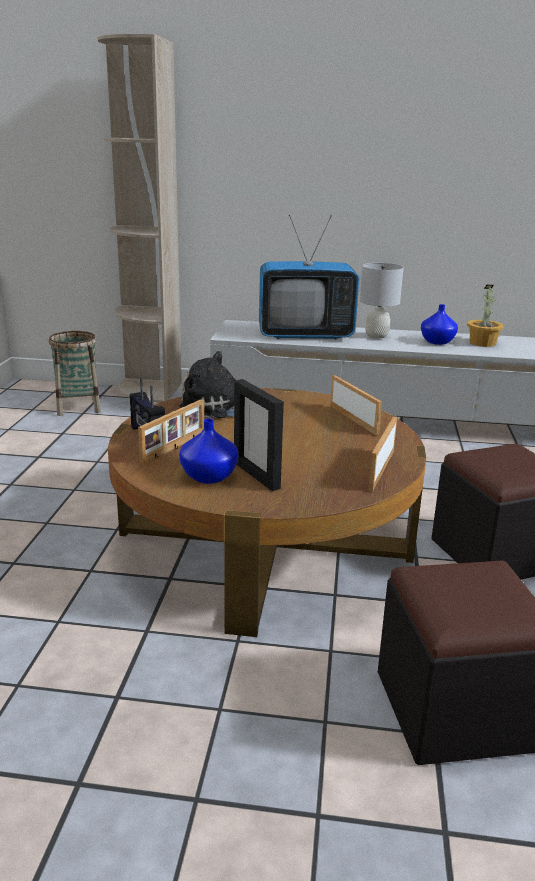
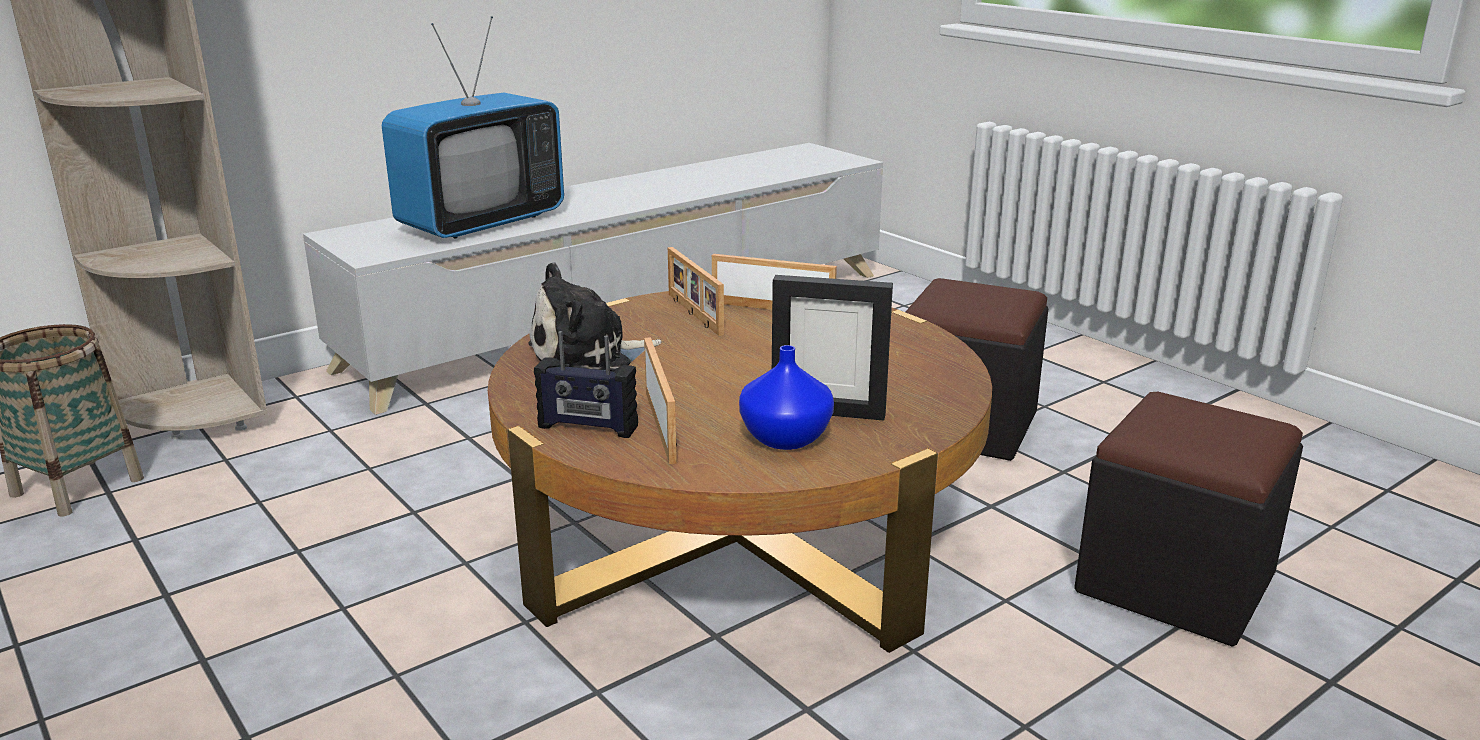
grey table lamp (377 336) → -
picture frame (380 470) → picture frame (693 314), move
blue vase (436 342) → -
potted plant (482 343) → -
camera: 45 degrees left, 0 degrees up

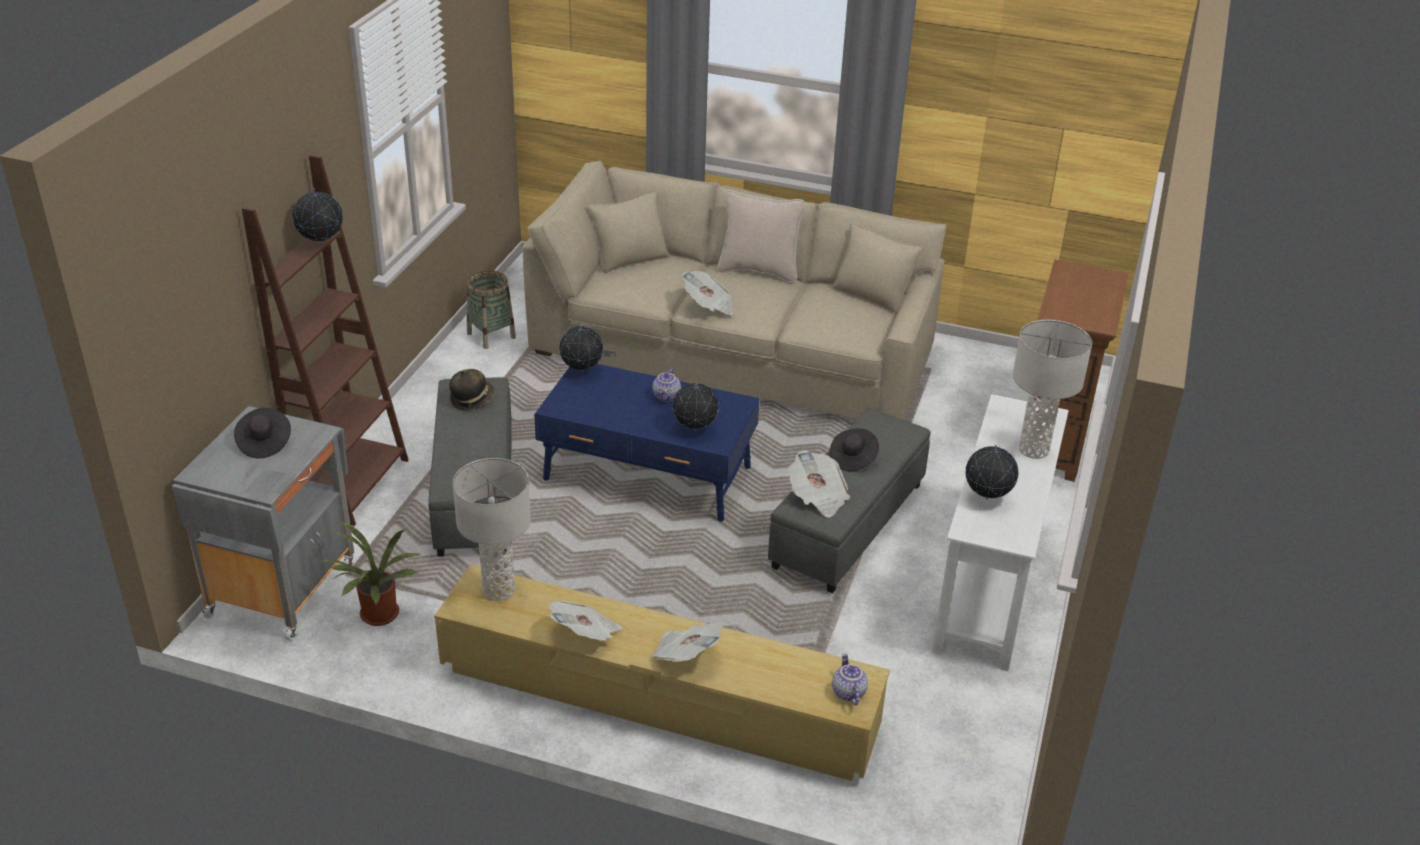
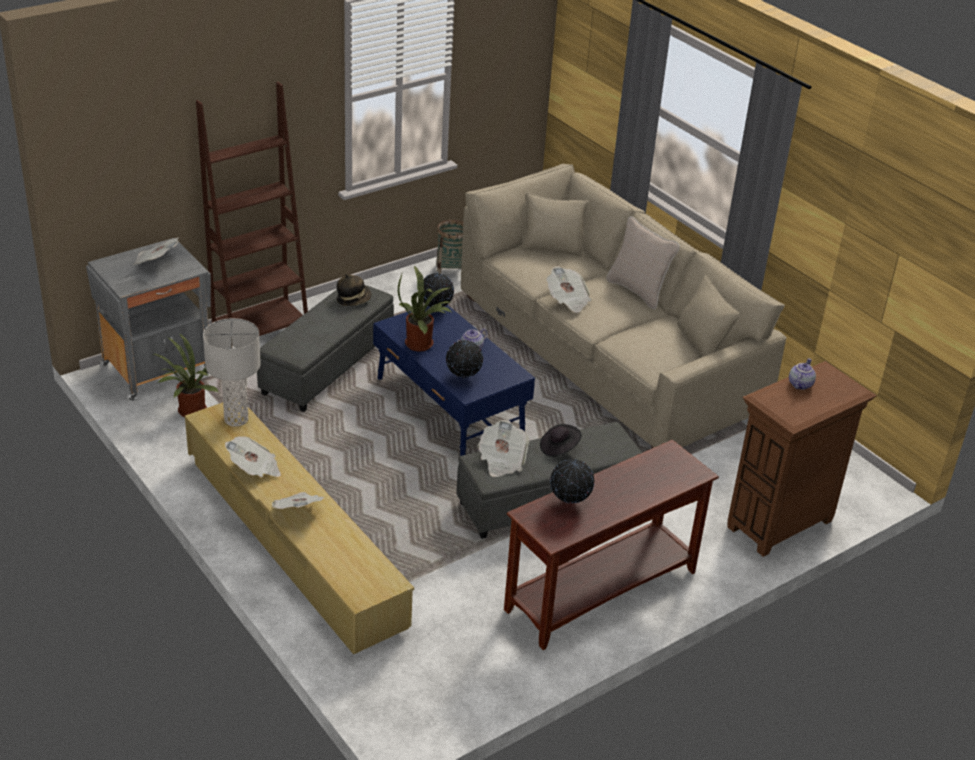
black hat (264 443) → newspaper (156 262)
globe (321 244) → -
teapot (847 692) → teapot (799 384), move
white console table (989 586) → brown console table (600 591)
white table lamp (1034 449) → -
- → potted plant (422 344)
camera: 35 degrees right, 0 degrees up

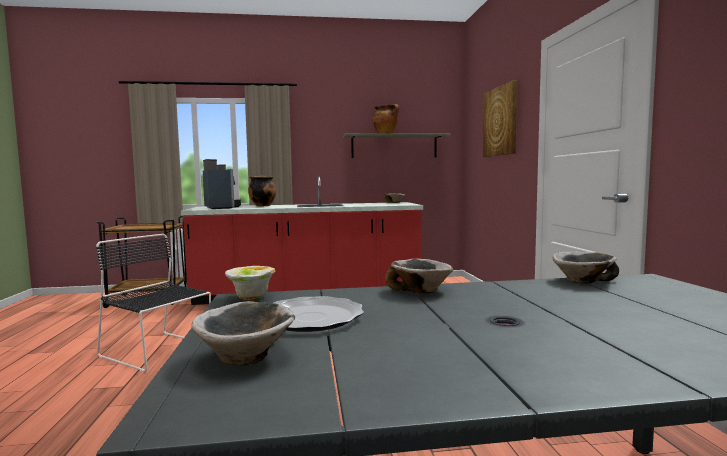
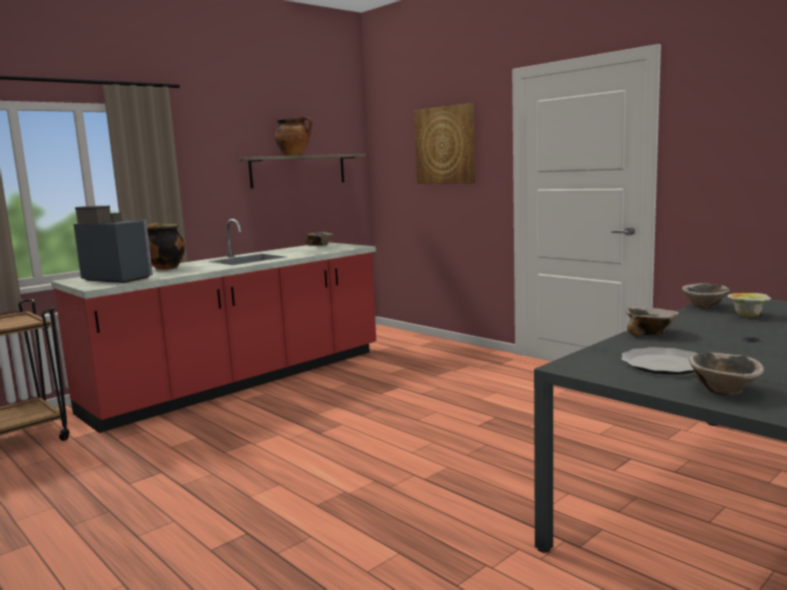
black chair (158 351) → -
bowl (250 298) → bowl (748 316), move
camera: 35 degrees left, 5 degrees up

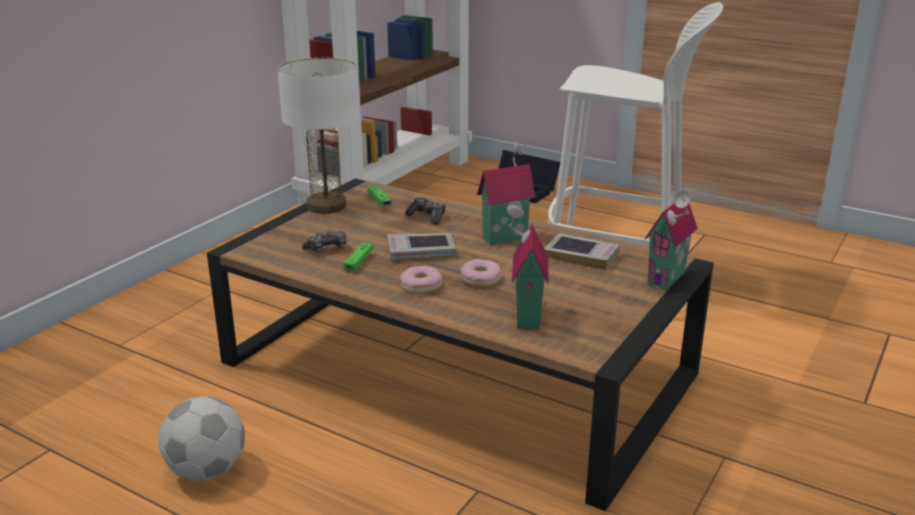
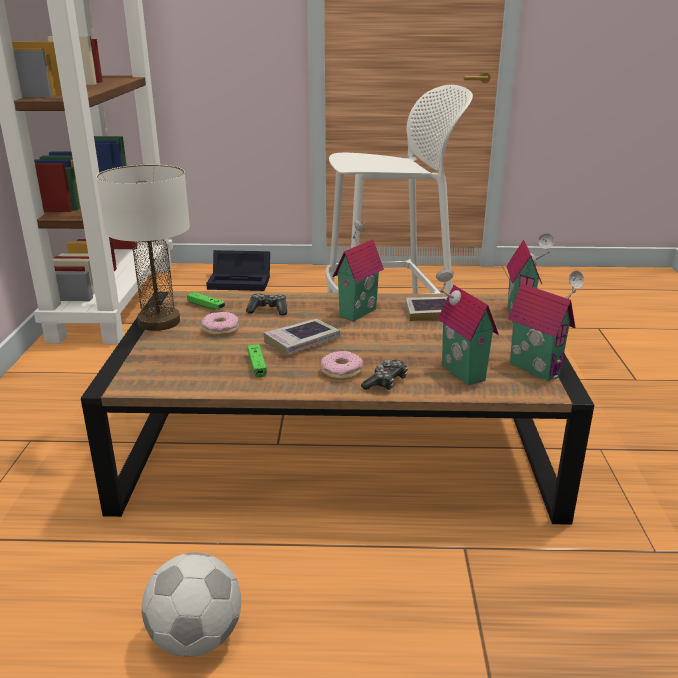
game controller (327 249) → game controller (386 383), move
donut (481 279) → donut (221 329), move
- → toy house (537 368)
camera: 30 degrees left, 0 degrees up

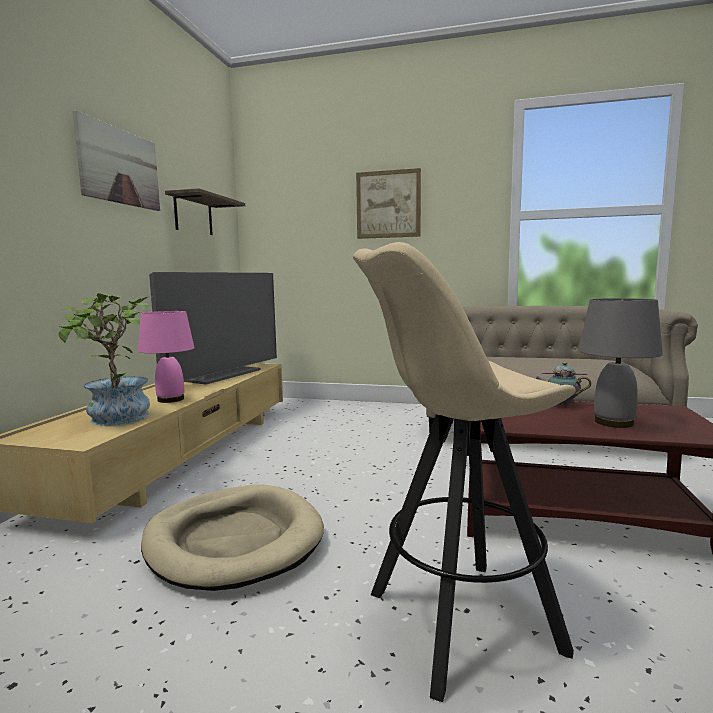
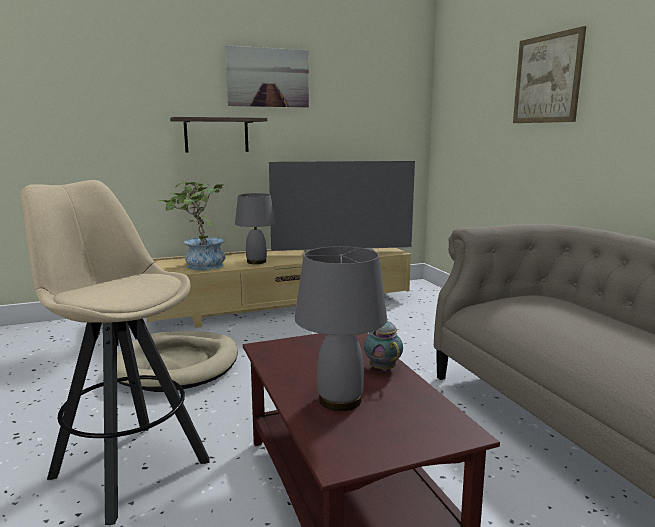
pink table lamp (171 399) → grey table lamp (257 262)
shelf (193 215) → shelf (216 135), move
camera: 55 degrees right, 5 degrees up

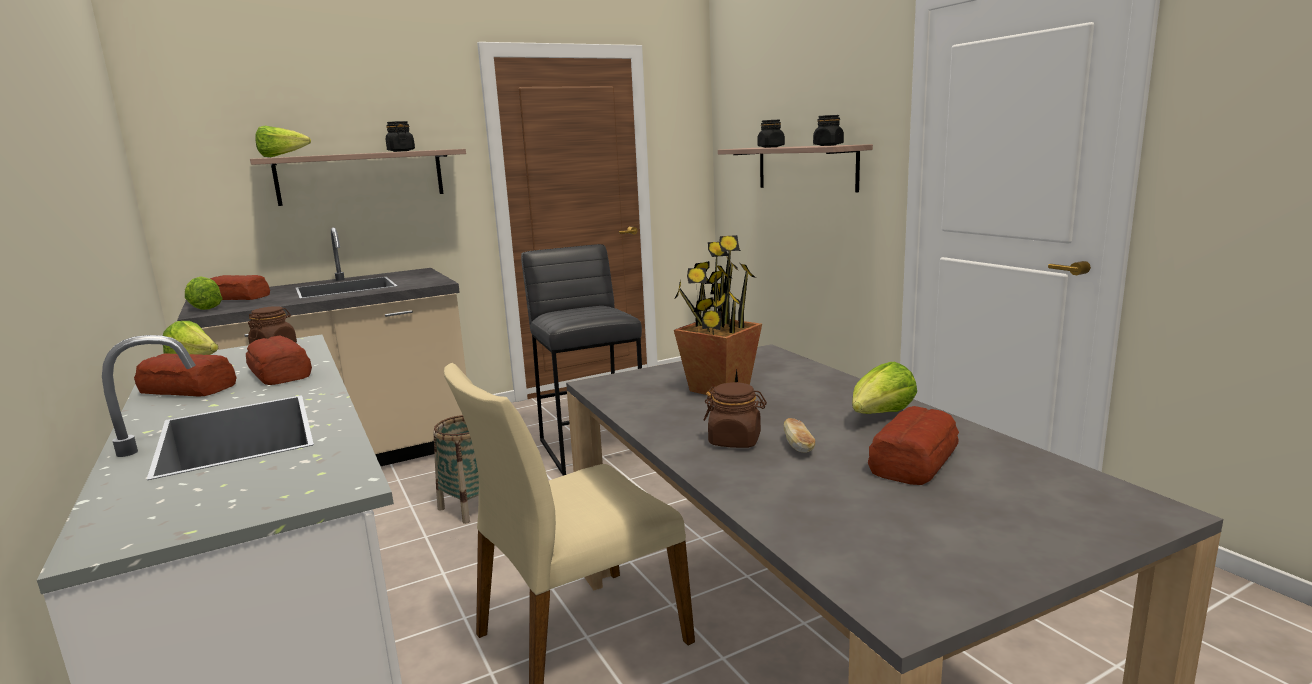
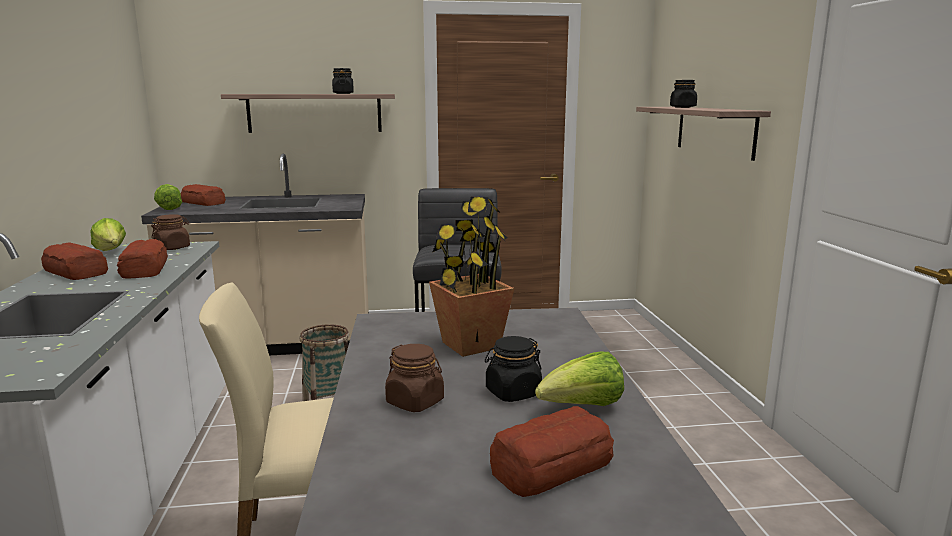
lettuce (281 156) → -
bread (799 446) → -
black jar (828 145) → black jar (513 392), move
camera: 20 degrees right, 0 degrees up

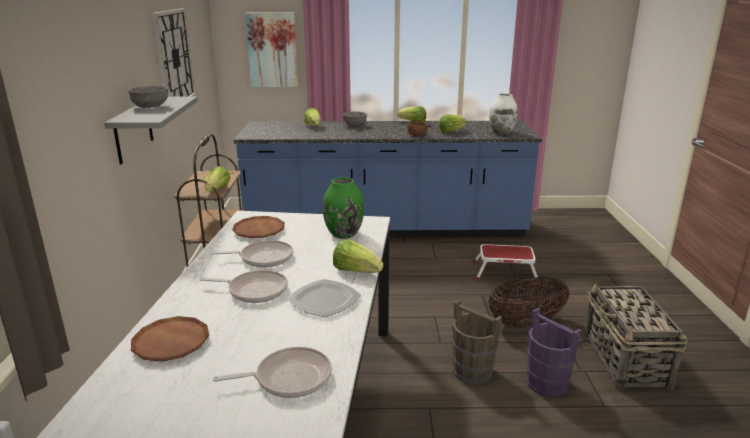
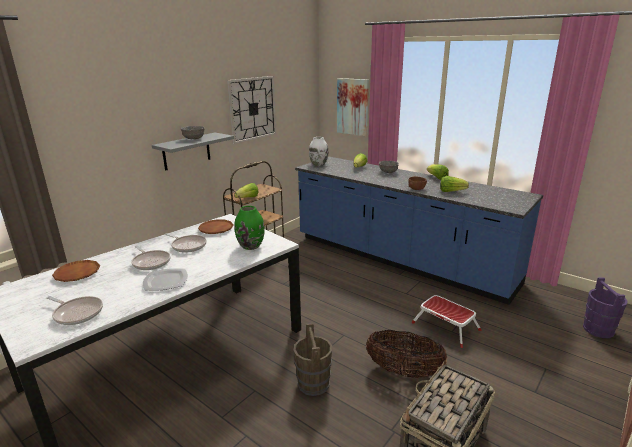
lettuce (356 271) → -
white vase (501 132) → white vase (318 164), move
purple bucket (546 383) → purple bucket (598 329), move
camera: 40 degrees right, 0 degrees up

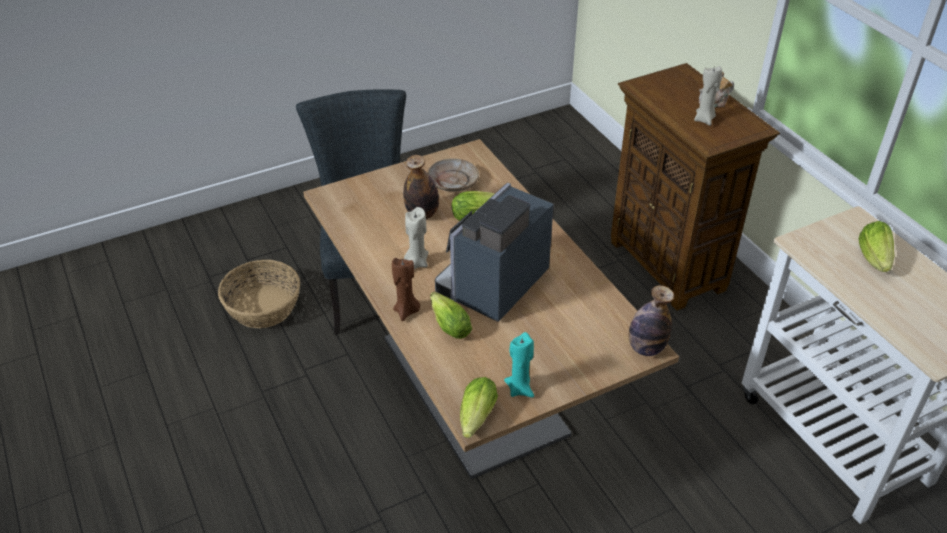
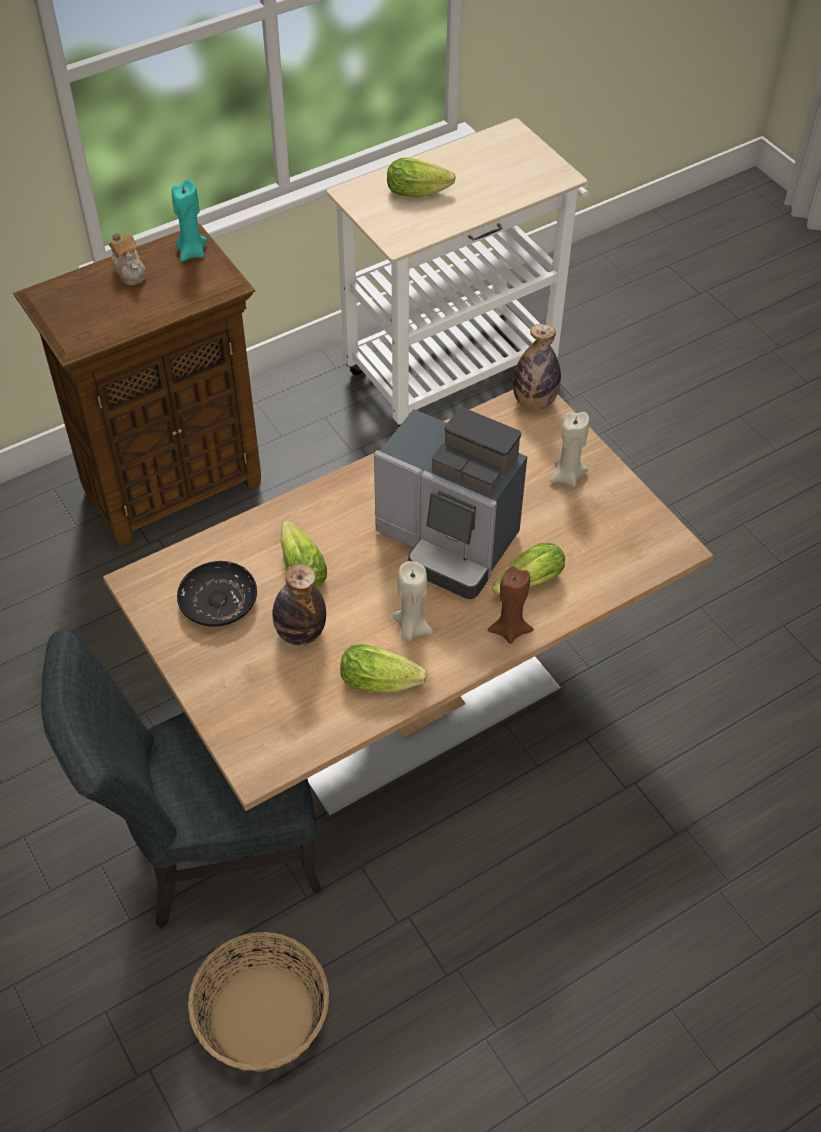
beige plate (453 181) → black plate (218 601)
lettuce (475 419) → lettuce (384 681), move
turquoise candle (520 388) → turquoise candle (192 252), move
beige candle (704 119) → beige candle (567 476), move
camera: 95 degrees left, 10 degrees up

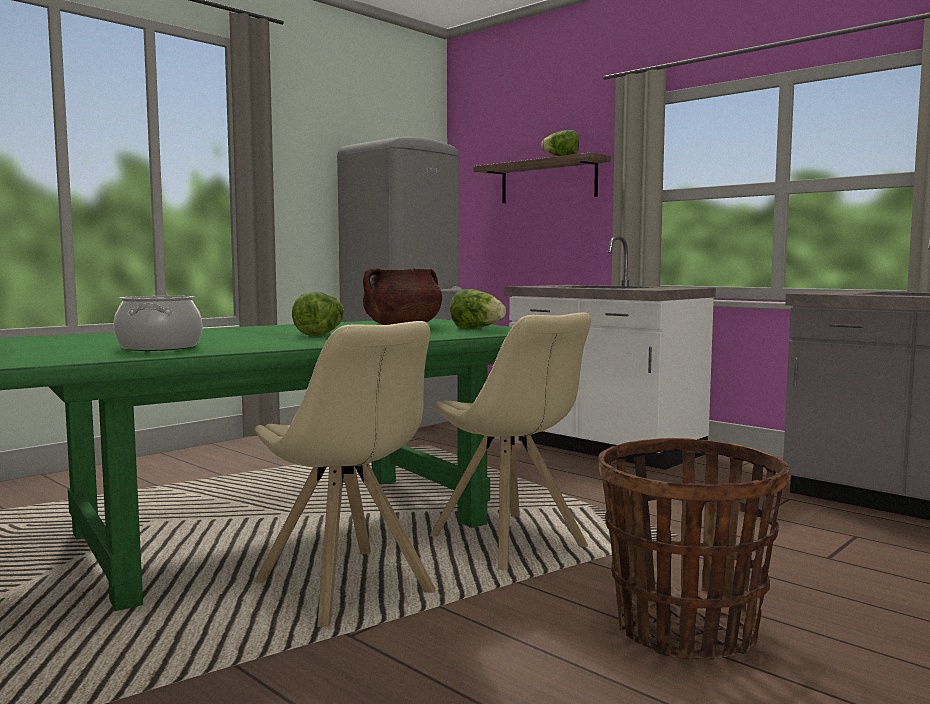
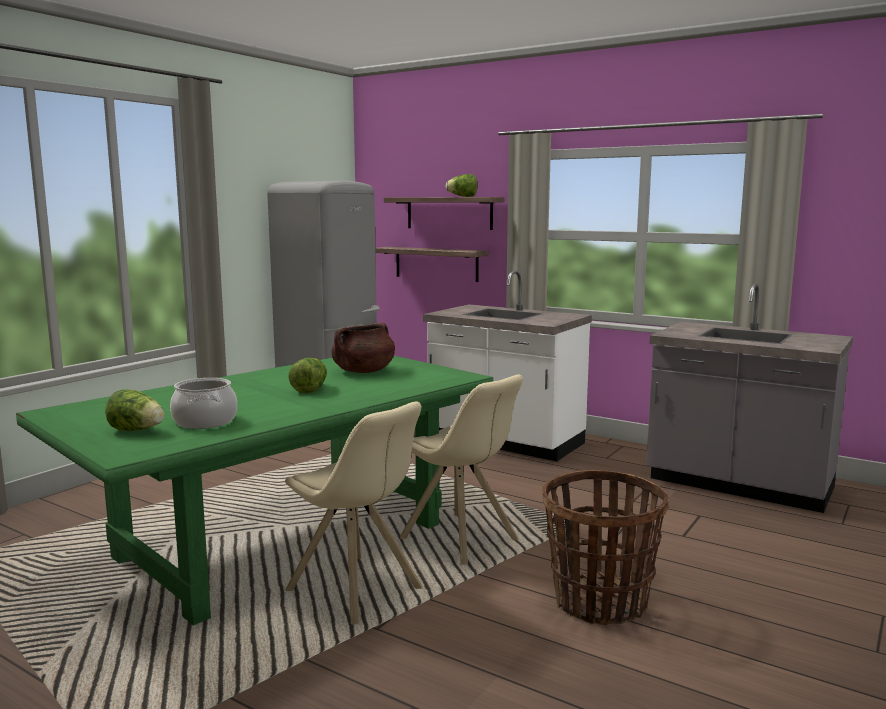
lettuce (477 329) → lettuce (137 431), move
- → shelf (436 263)
camera: 10 degrees left, 5 degrees up

